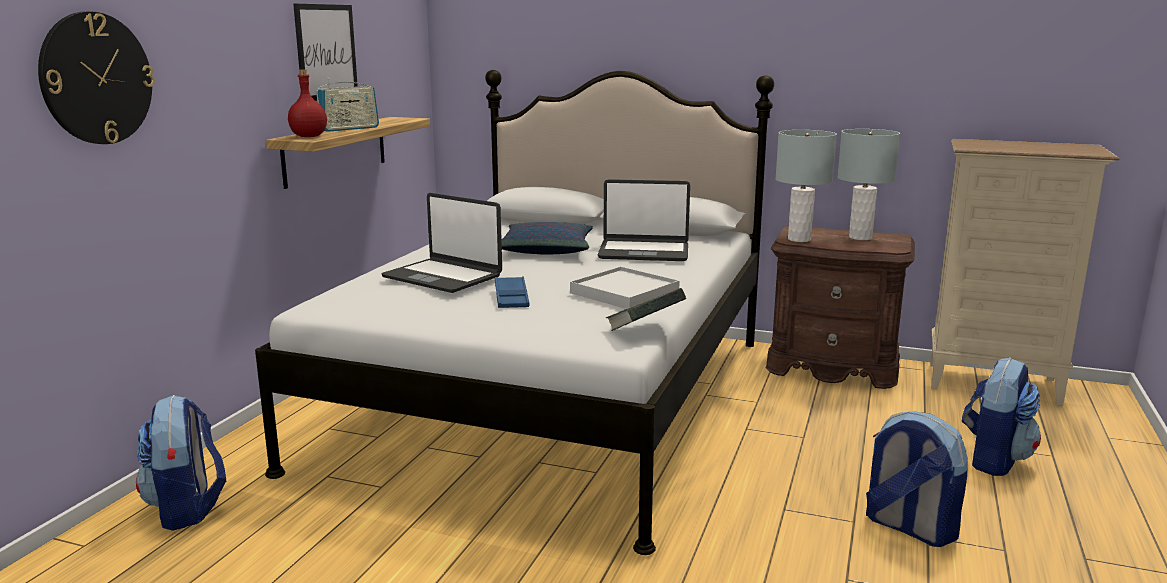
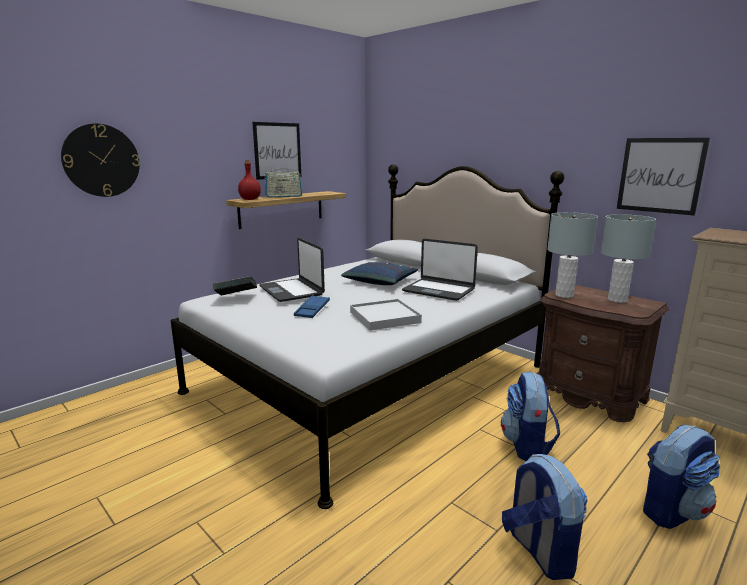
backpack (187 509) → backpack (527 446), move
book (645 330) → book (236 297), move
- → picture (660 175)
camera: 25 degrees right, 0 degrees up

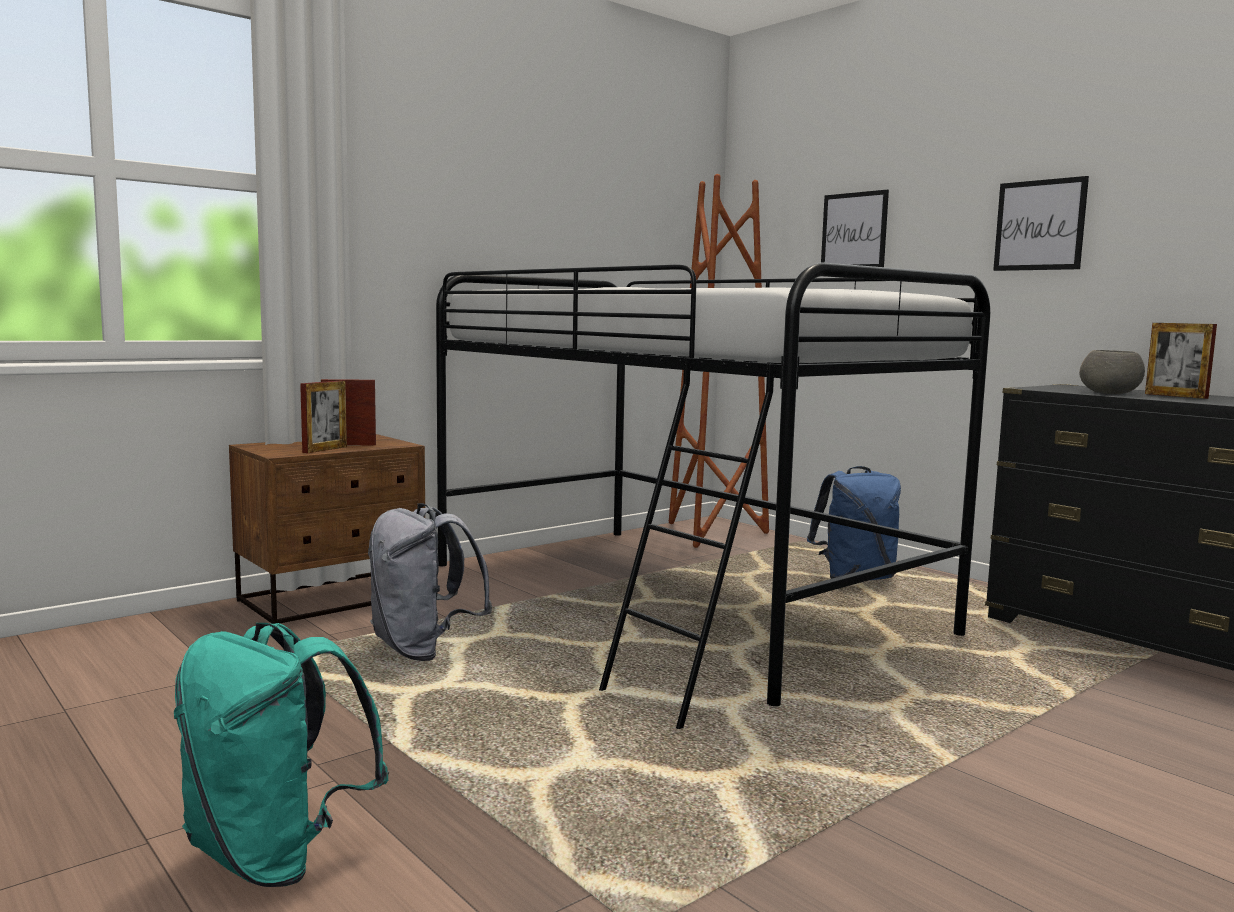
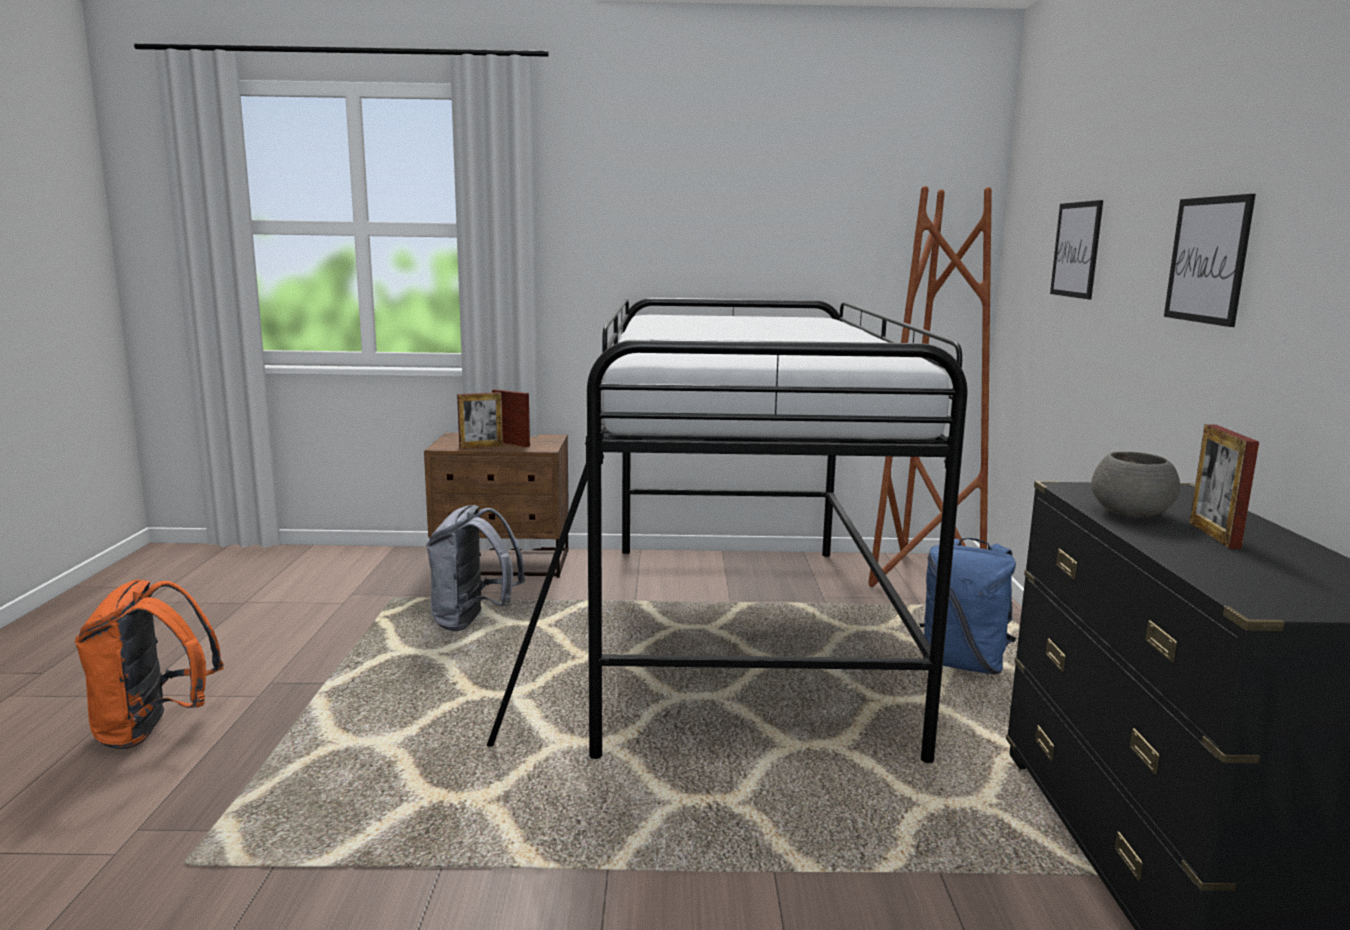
turquoise backpack (275 856) → orange backpack (154 730)
camera: 40 degrees right, 5 degrees up

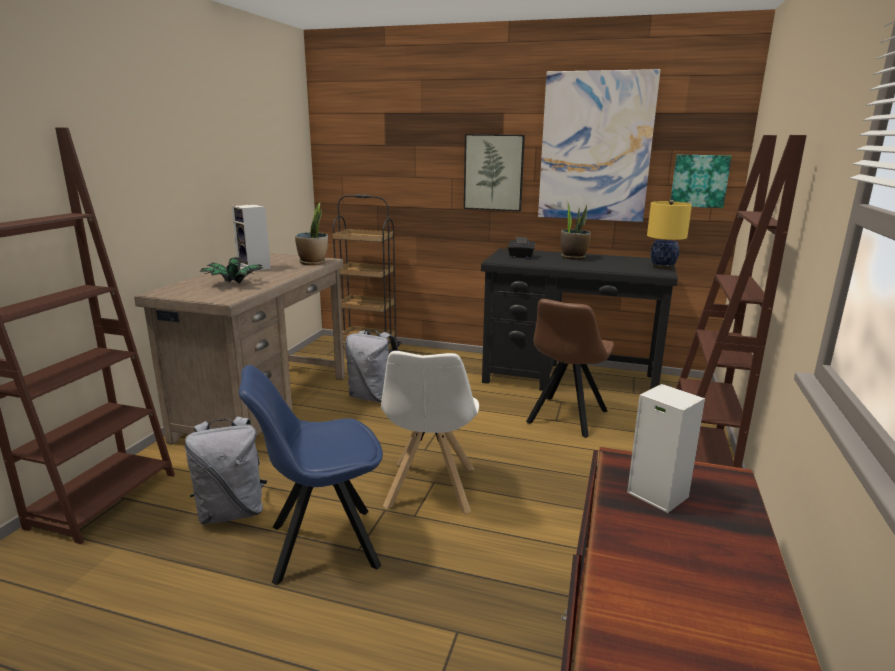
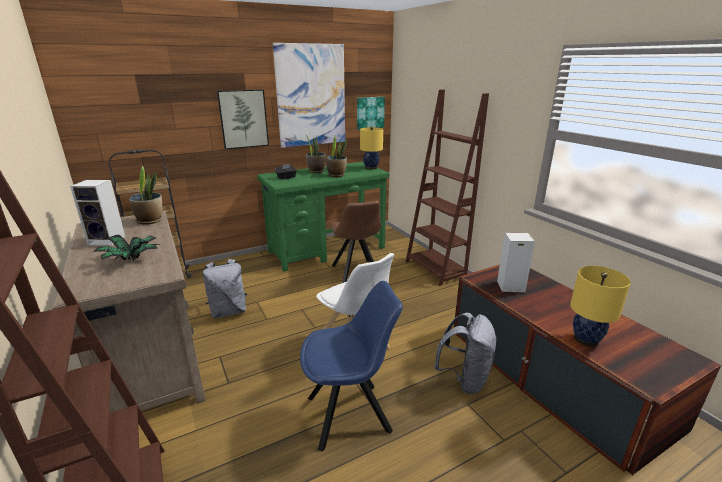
grey backpack (232 512) → grey backpack (464 379), move
blue chair (323 545) → blue chair (349 415), 135 degrees counterclockwise
black desk (570 378) → green desk (326 249)
- → potted plant (336 175)
- → yellow table lamp (586 339)
camera: 45 degrees left, 5 degrees up

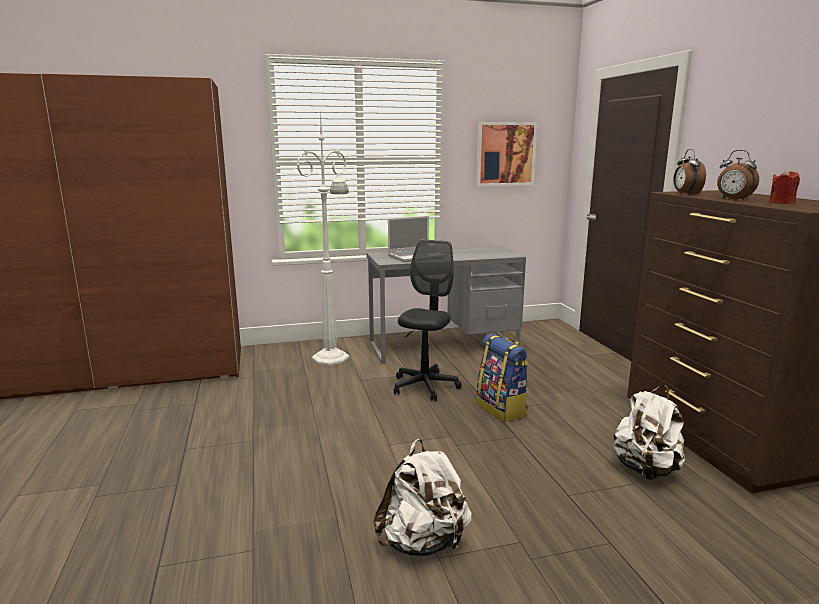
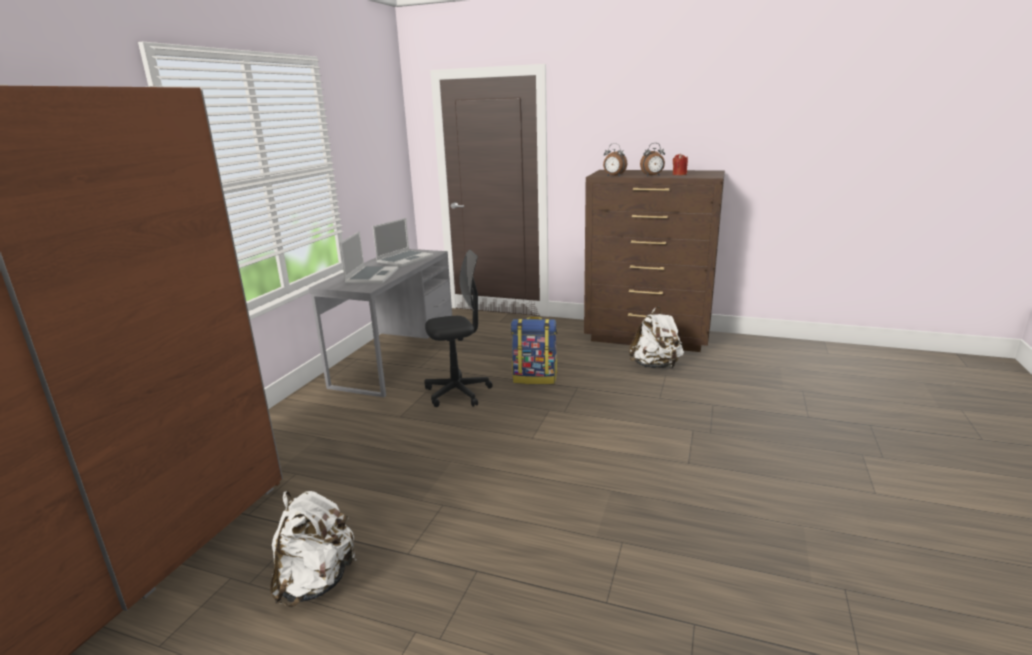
white floor lamp (332 357) → -
white backpack (423 543) → white backpack (316 581), move
black office chair (425 386) → black office chair (458 393), 105 degrees clockwise
picture (505 154) → -
- → laptop (405 259)
camera: 55 degrees left, 5 degrees up

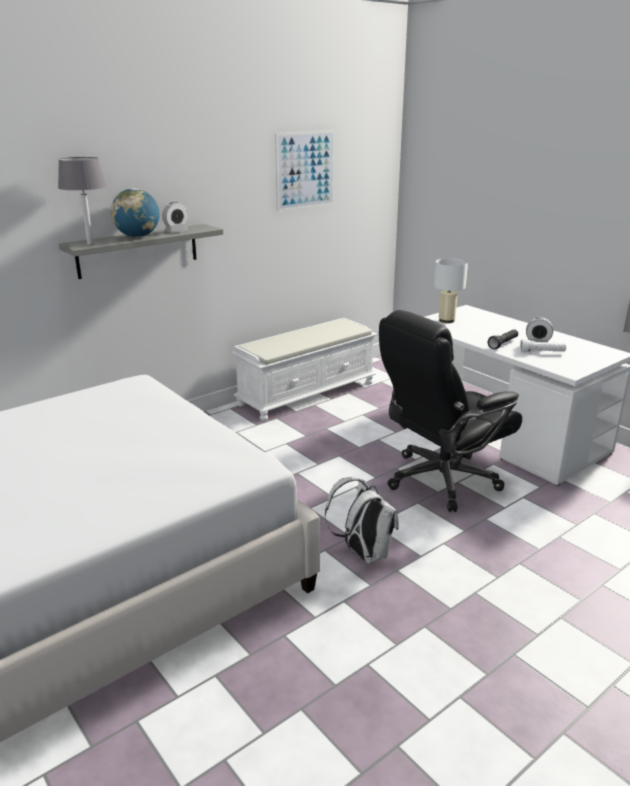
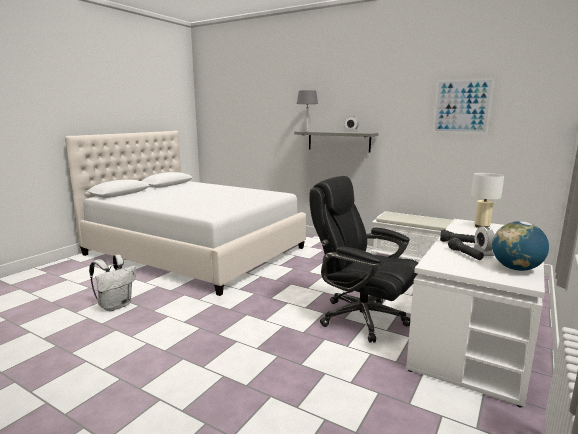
globe (138 236) → globe (516 269), move
white backpack (363 553) → white backpack (116 305), move
white flashlight (542 352) → black flashlight (465 255)
camera: 70 degrees right, 10 degrees down

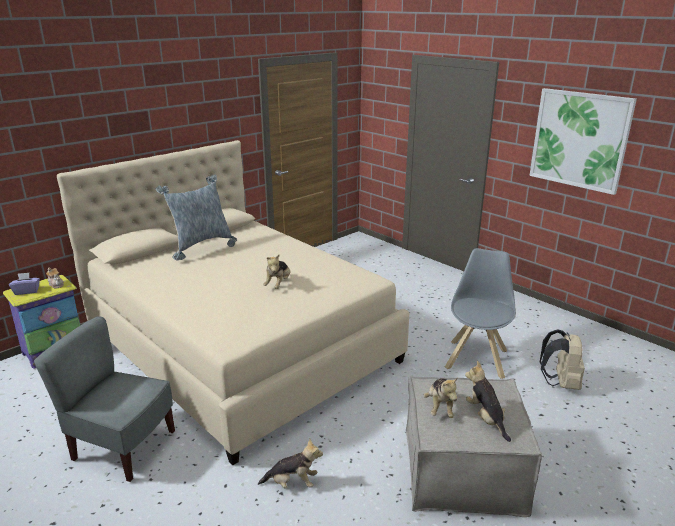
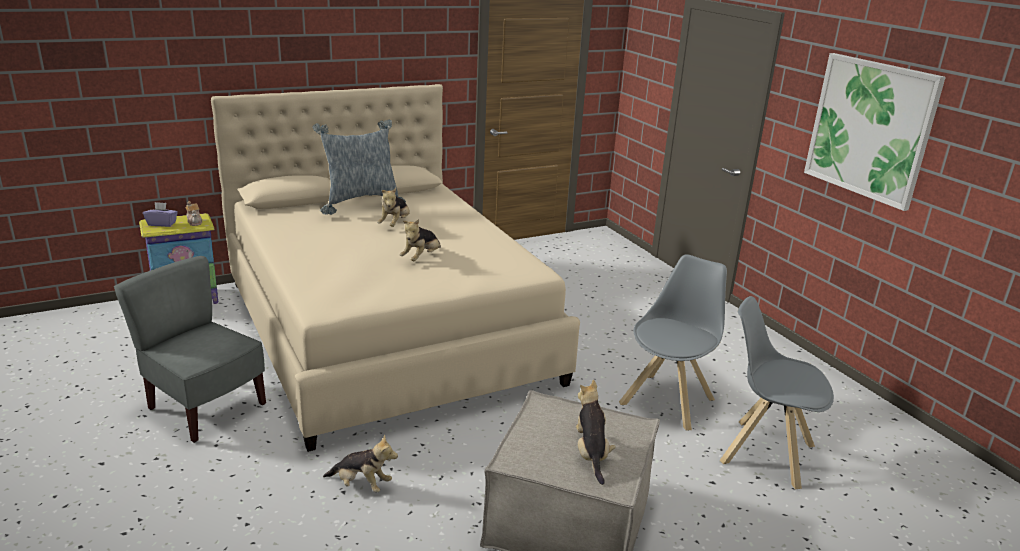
plush toy (440 407) → plush toy (395 224), move
beige backpack (560 383) → grey chair (764 452)
camera: 15 degrees right, 0 degrees up

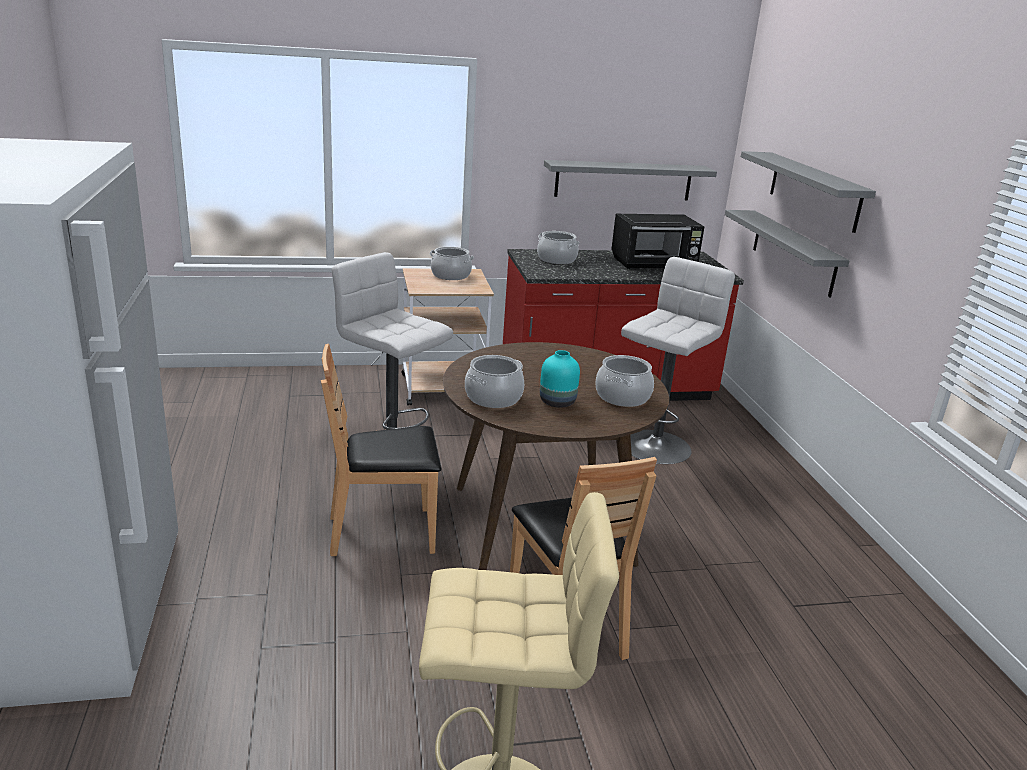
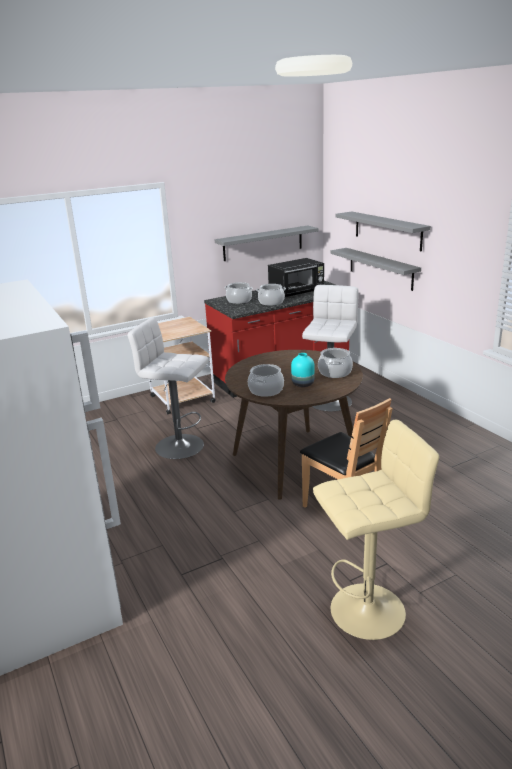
brown chair (383 533) → -
cooking pot (451 275) → cooking pot (271 302), move
camera: 15 degrees left, 0 degrees up

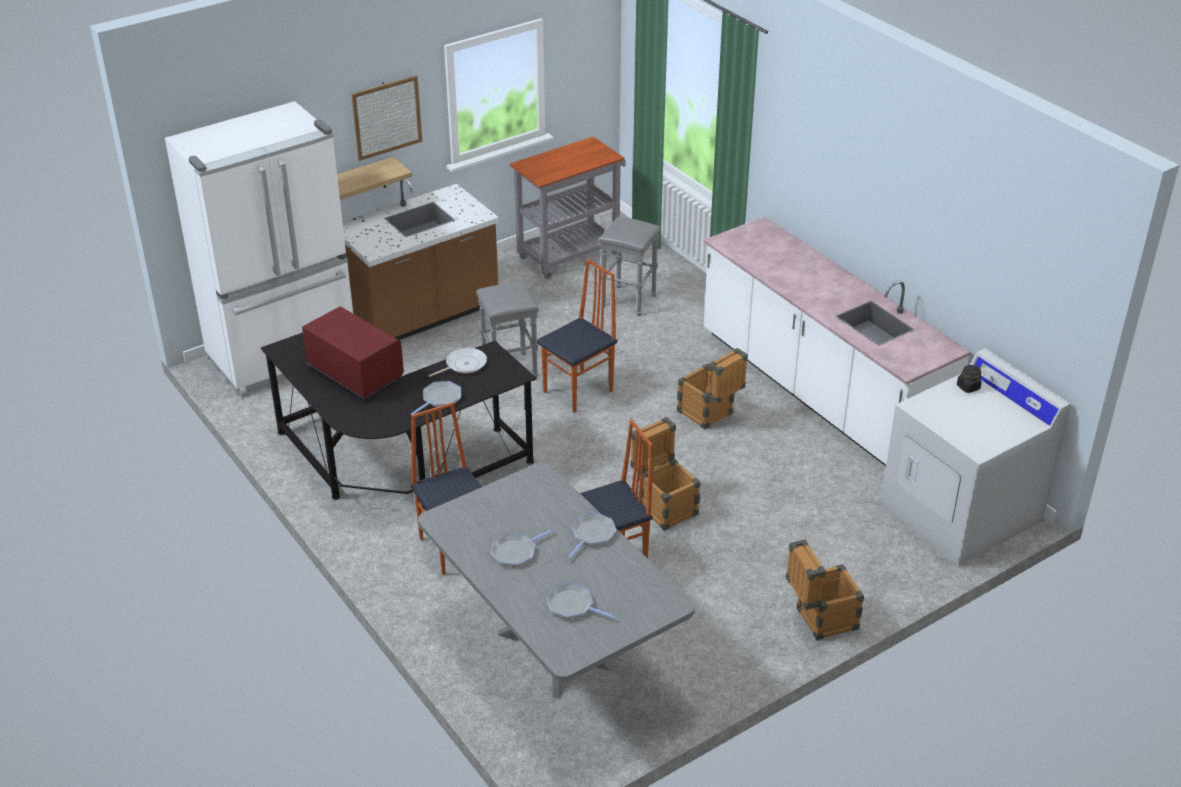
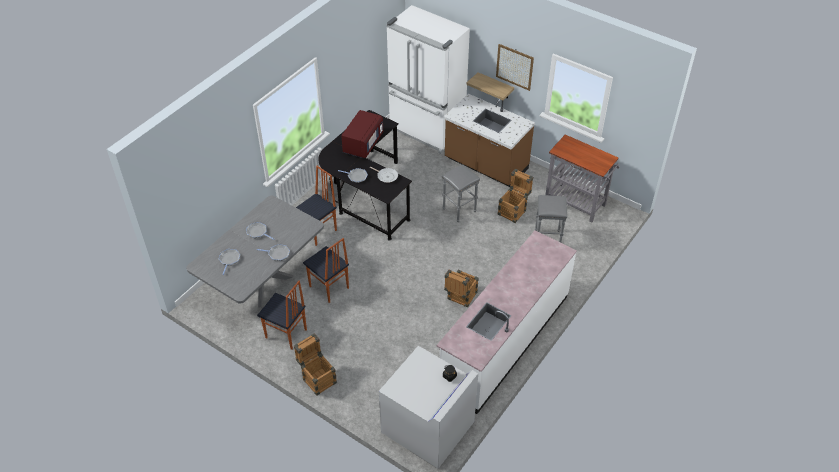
chair (579 391) → chair (286 334), move
crate (664 506) → crate (513 210), move
camera: 70 degrees right, 10 degrees up

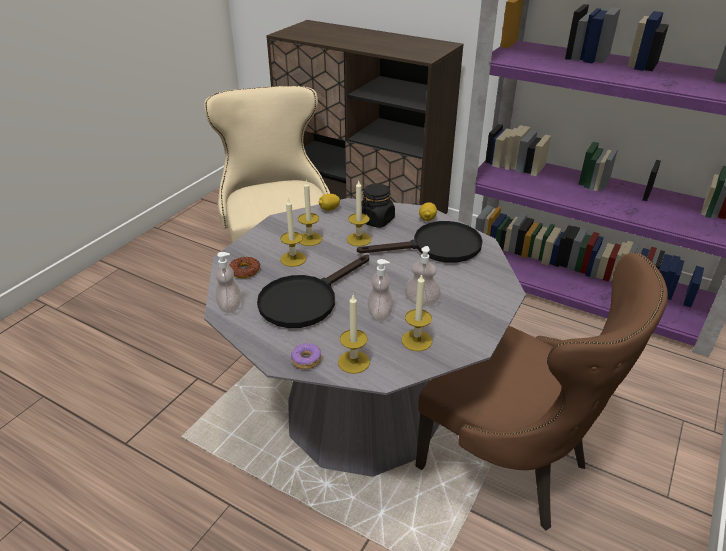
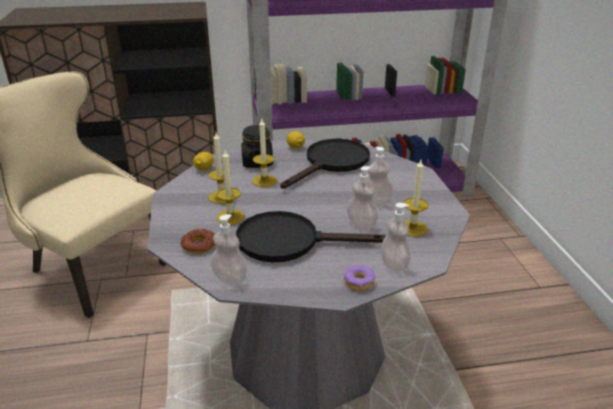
black frying pan (305 300) → black frying pan (289 241), 90 degrees clockwise
candle (353 362) → soap dispenser (394 264)
brown chair (510 463) → -
camera: 40 degrees left, 5 degrees down

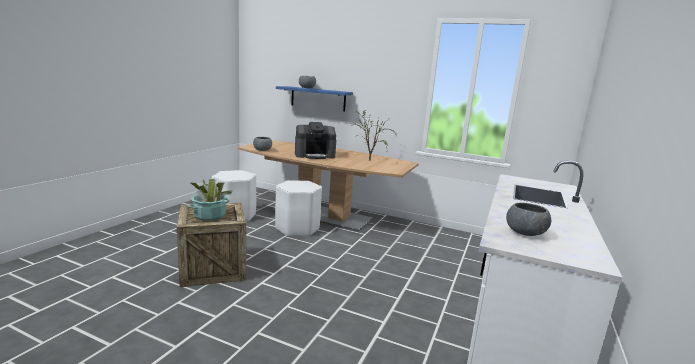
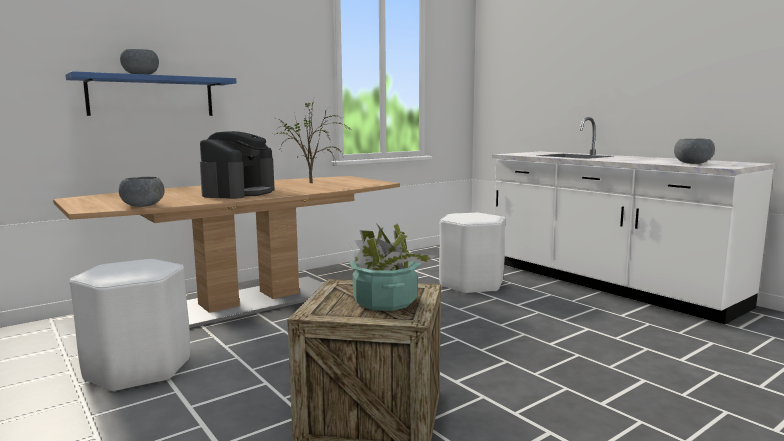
white stool (297 228) → white stool (471 284), move
camera: 60 degrees left, 5 degrees down

